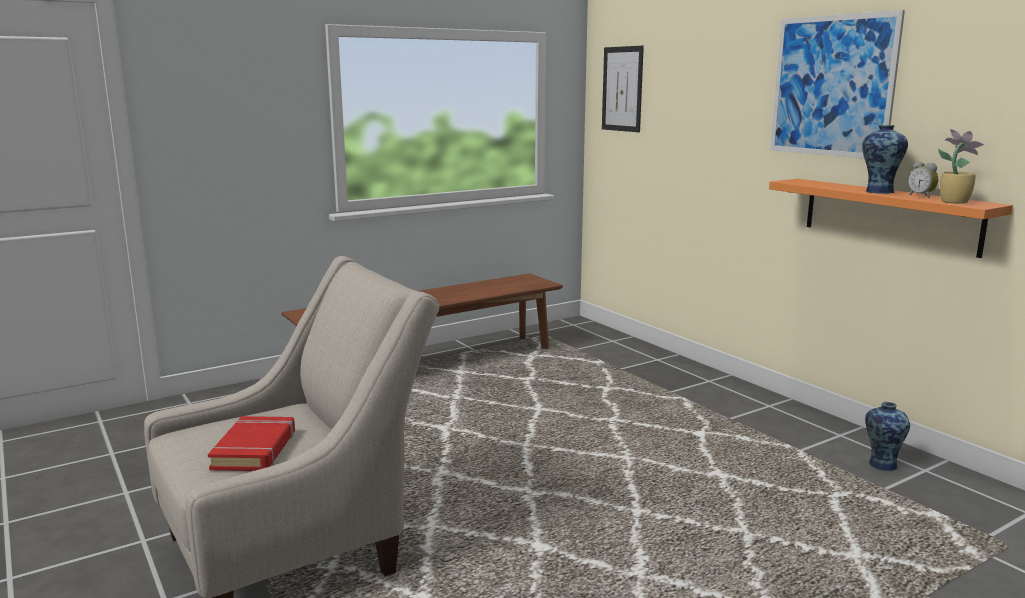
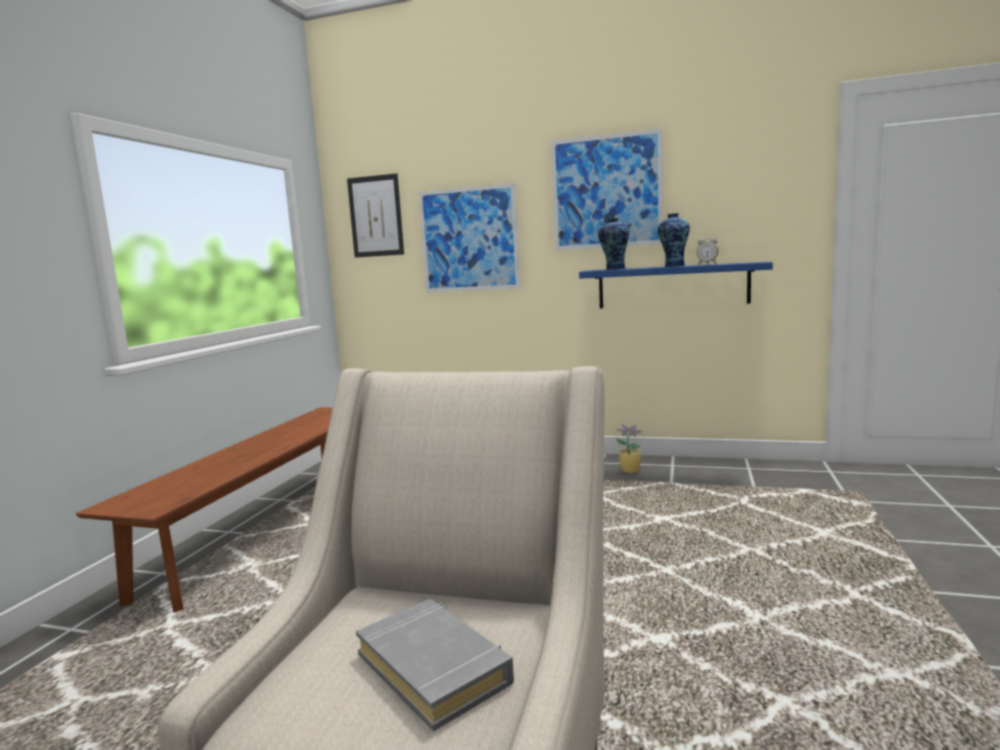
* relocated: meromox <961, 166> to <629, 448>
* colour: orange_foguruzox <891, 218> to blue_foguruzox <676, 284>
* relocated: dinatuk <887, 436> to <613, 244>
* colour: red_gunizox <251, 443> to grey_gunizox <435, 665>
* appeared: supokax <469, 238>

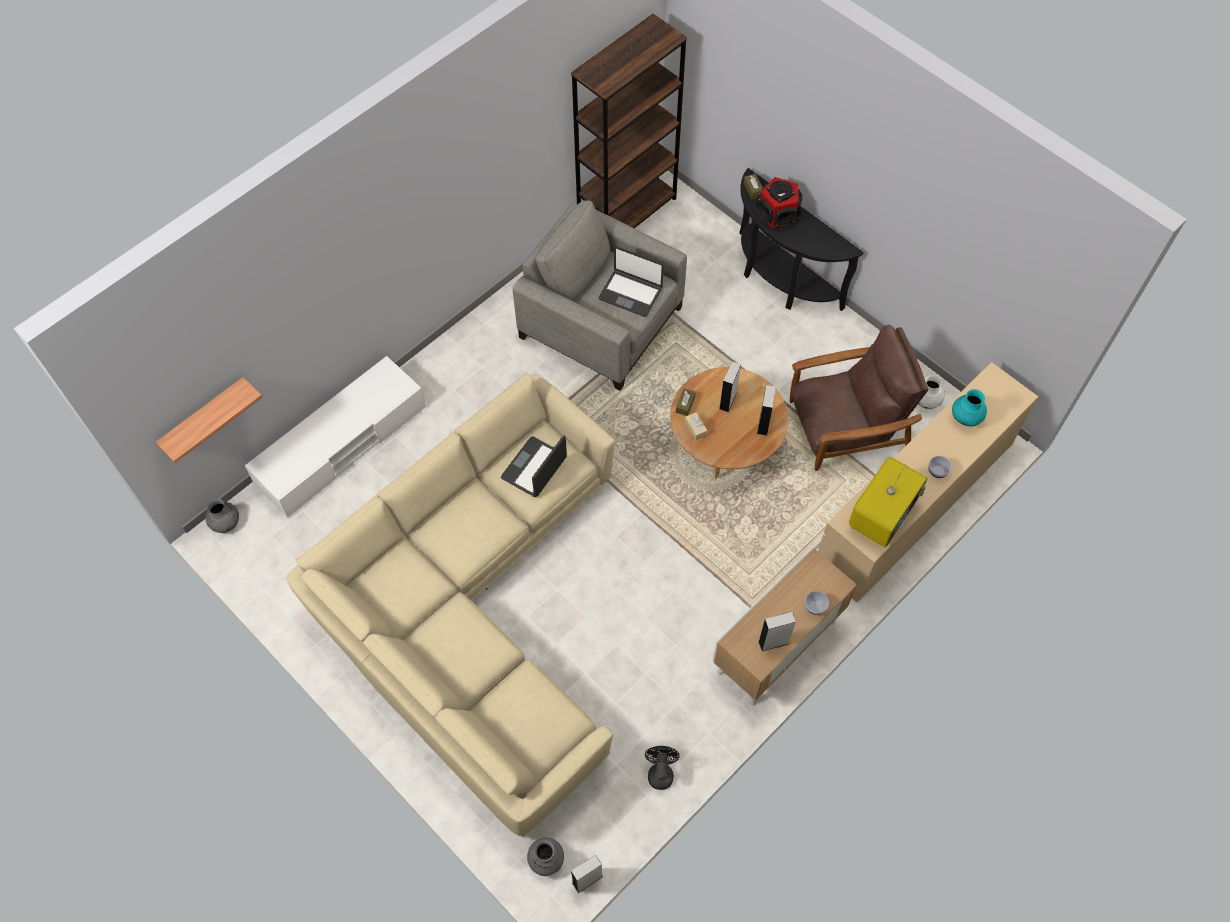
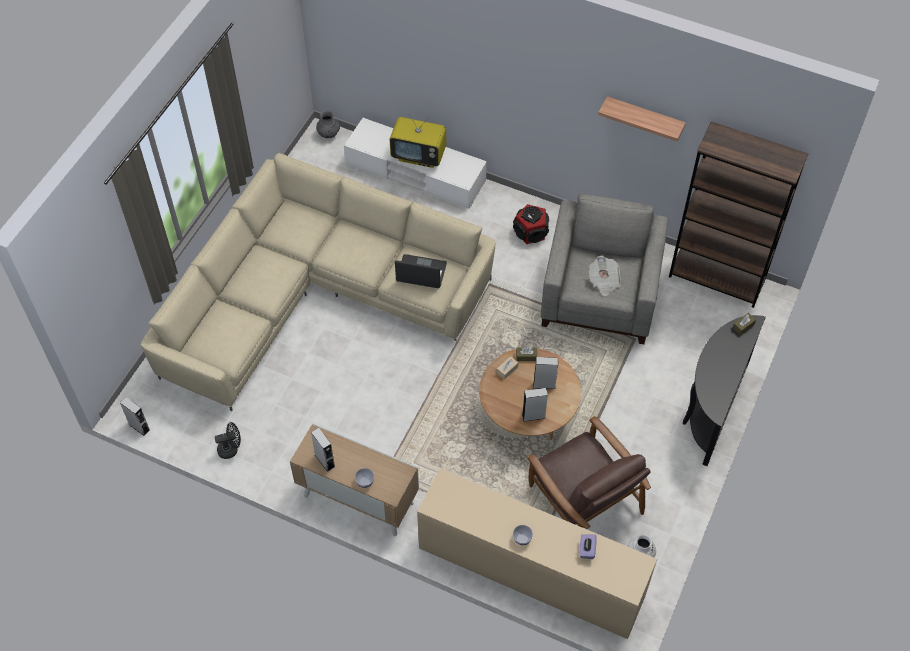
* relocated: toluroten <779, 202> to <531, 224>
* exchanged: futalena <631, 281> to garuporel <605, 276>
* relocated: foguruzox <209, 420> to <642, 118>
* exchanged: turquoise_dinatuk <969, 407> to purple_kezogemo <588, 546>
* relocated: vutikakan <888, 502> to <418, 140>
* missing: grey_dinatuk <545, 857>

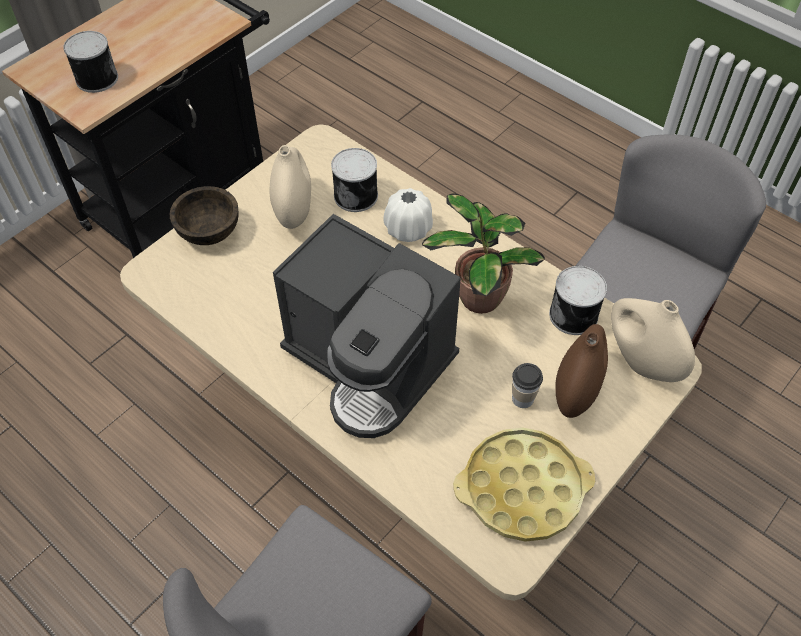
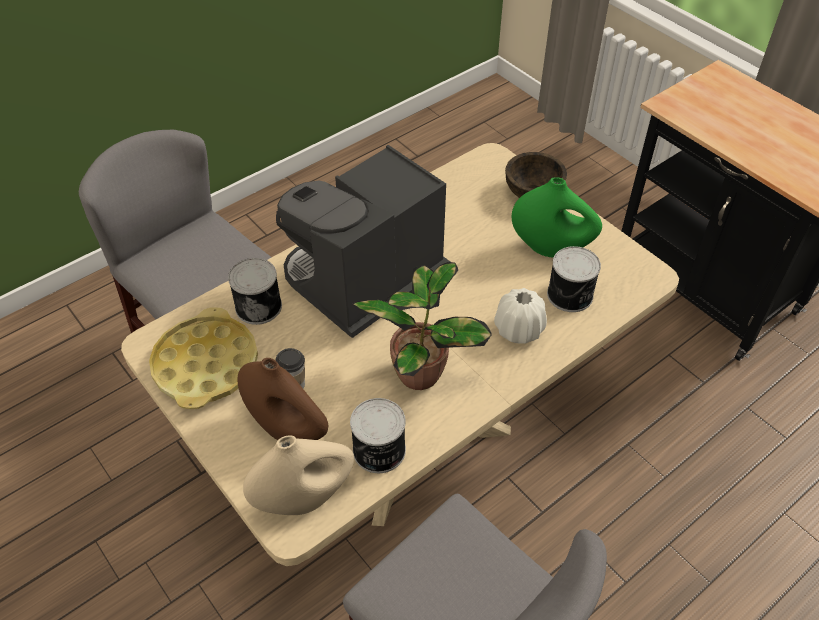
* relocated: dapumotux <90, 62> to <255, 291>
* colour: beige_dinatuk <290, 187> to green_dinatuk <557, 217>

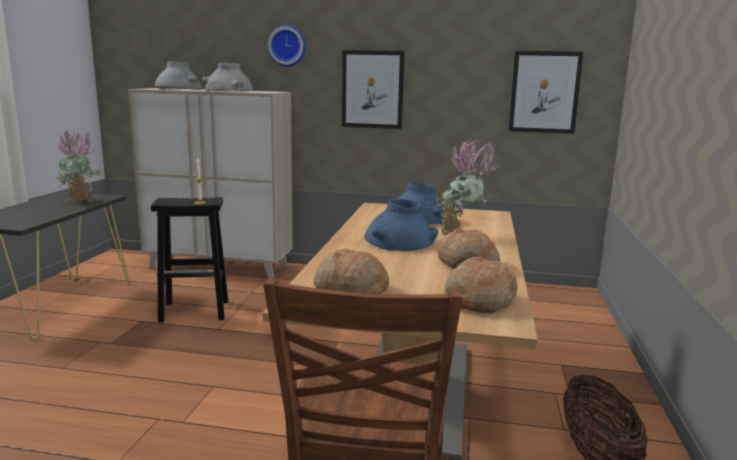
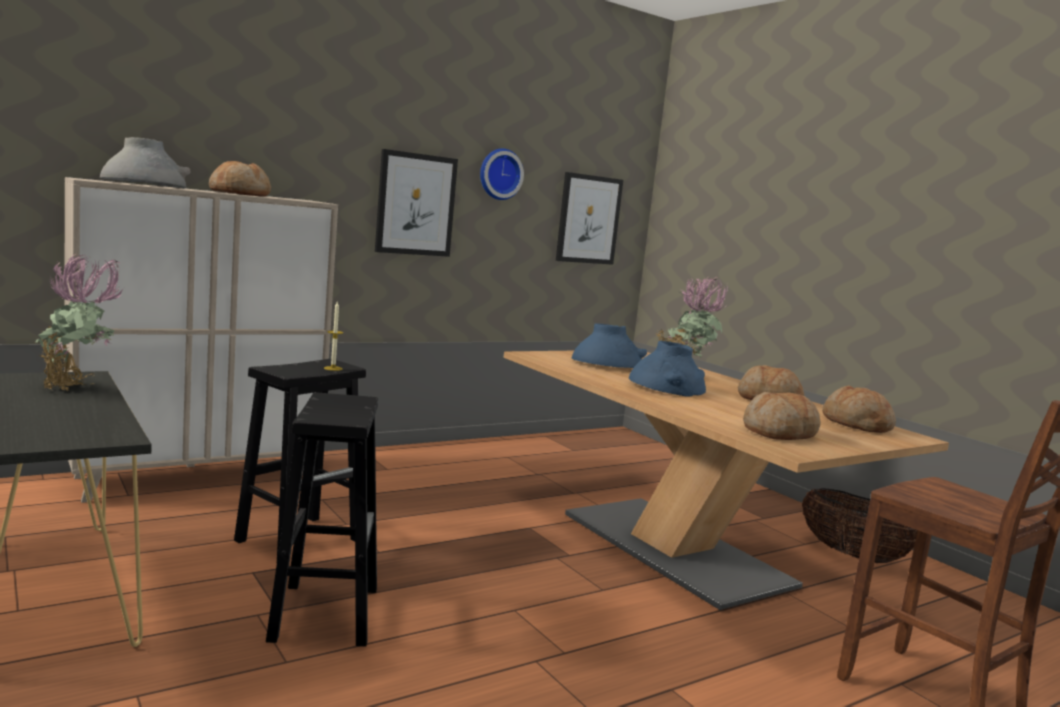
* relocated: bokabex <287, 46> to <502, 174>
* exchanged: grey_dinatuk <227, 77> to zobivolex <240, 178>
* appeared: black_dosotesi <322, 520>

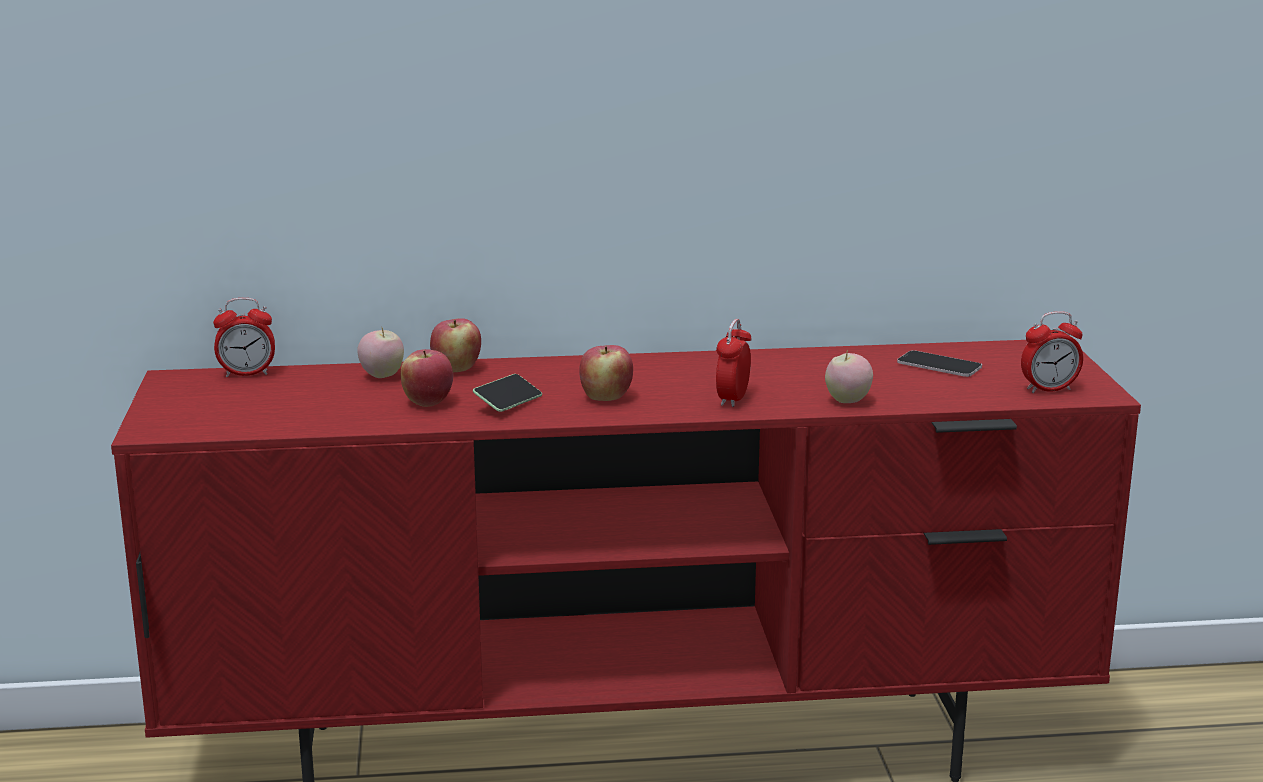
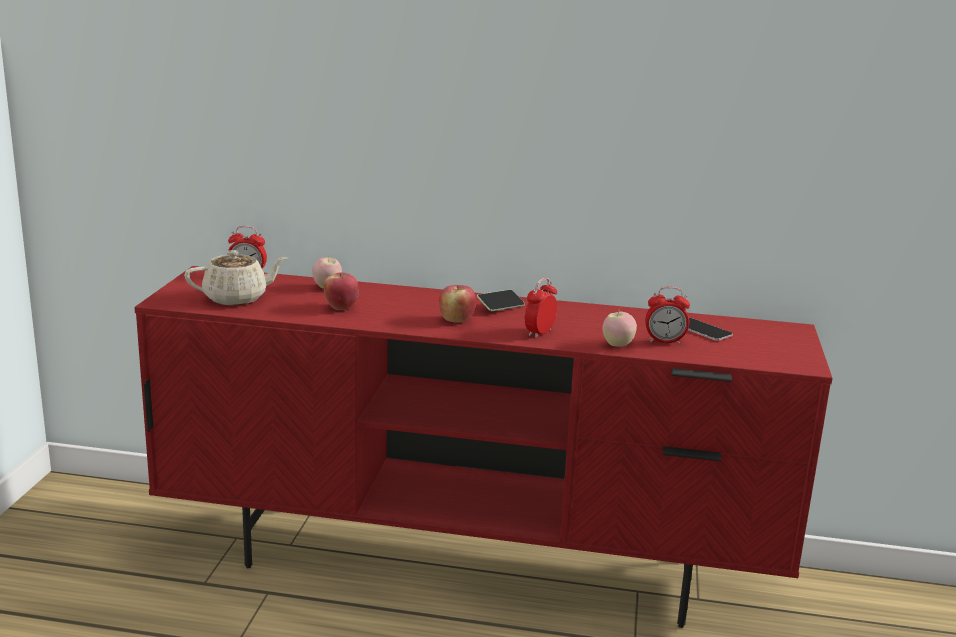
* relocated: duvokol <1052, 352> to <667, 315>
* missing: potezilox <455, 345>
* relocated: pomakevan <507, 393> to <501, 300>
* appeared: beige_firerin <236, 277>

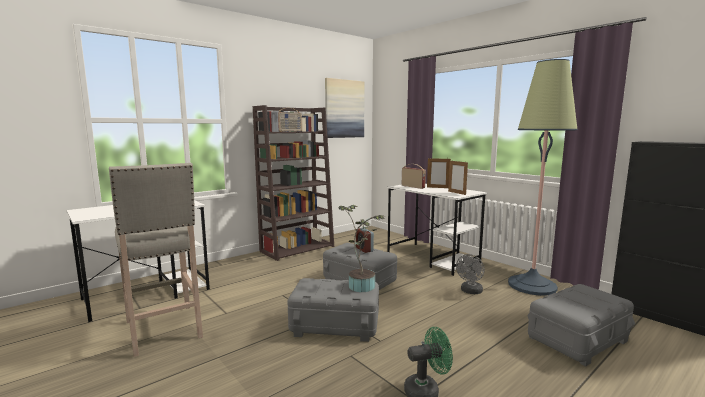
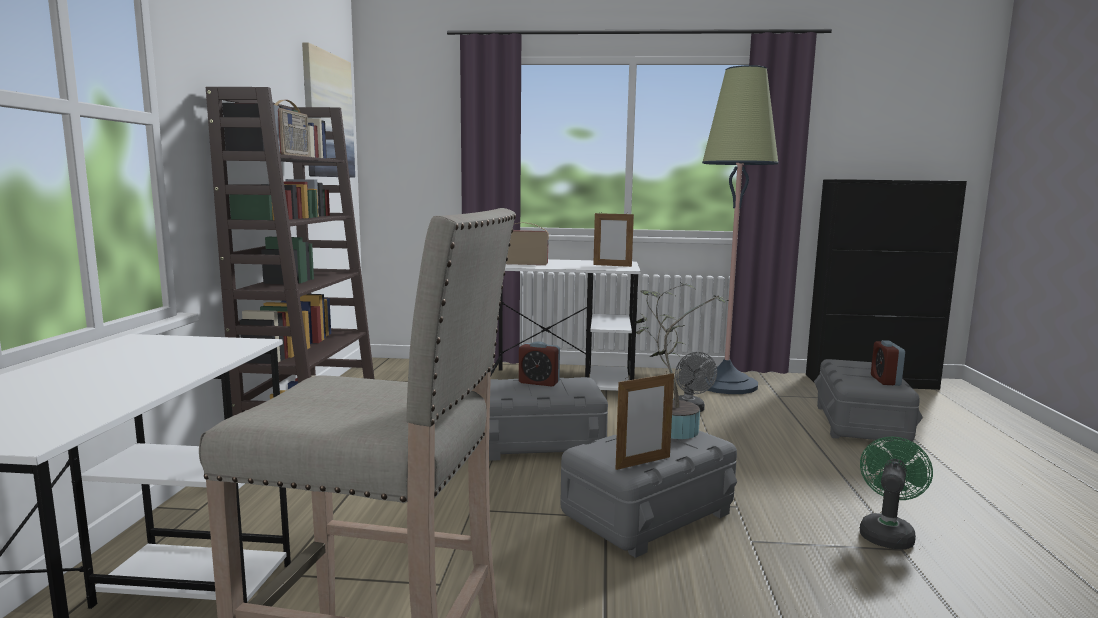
* relocated: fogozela <439, 172> to <644, 420>
* appeared: duvokol <888, 363>

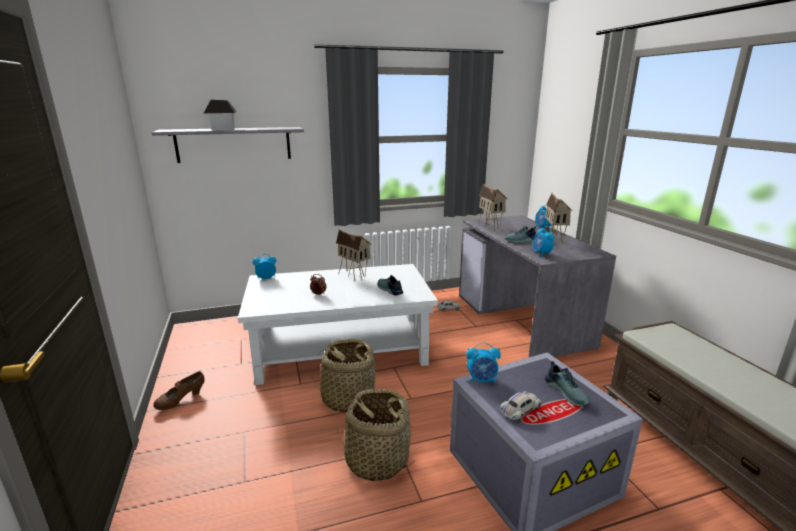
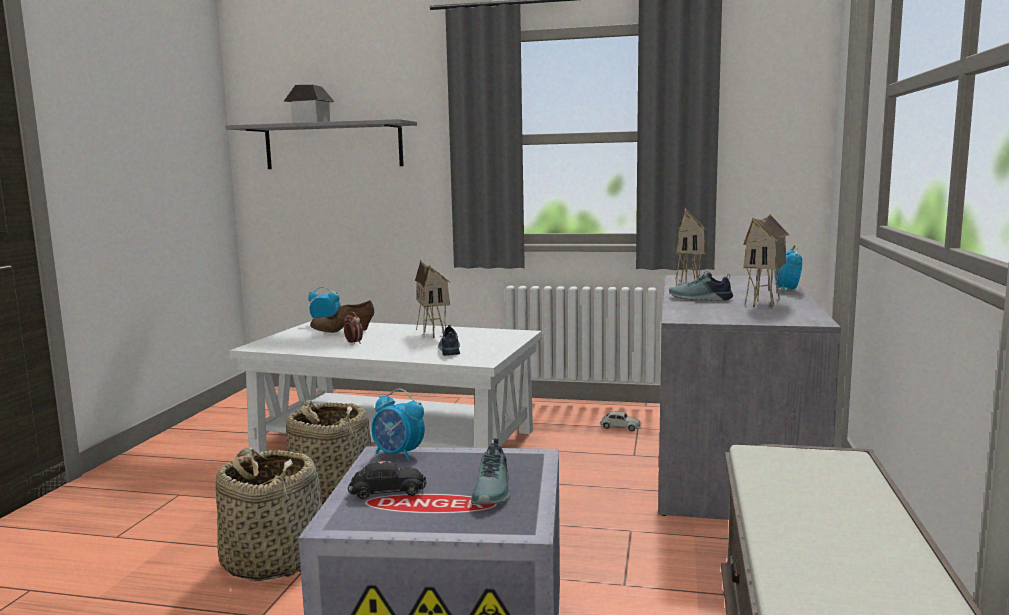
* missing: duvokol <544, 241>
* relocated: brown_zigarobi <179, 390> to <342, 317>
* colour: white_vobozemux <521, 406> to black_vobozemux <387, 480>

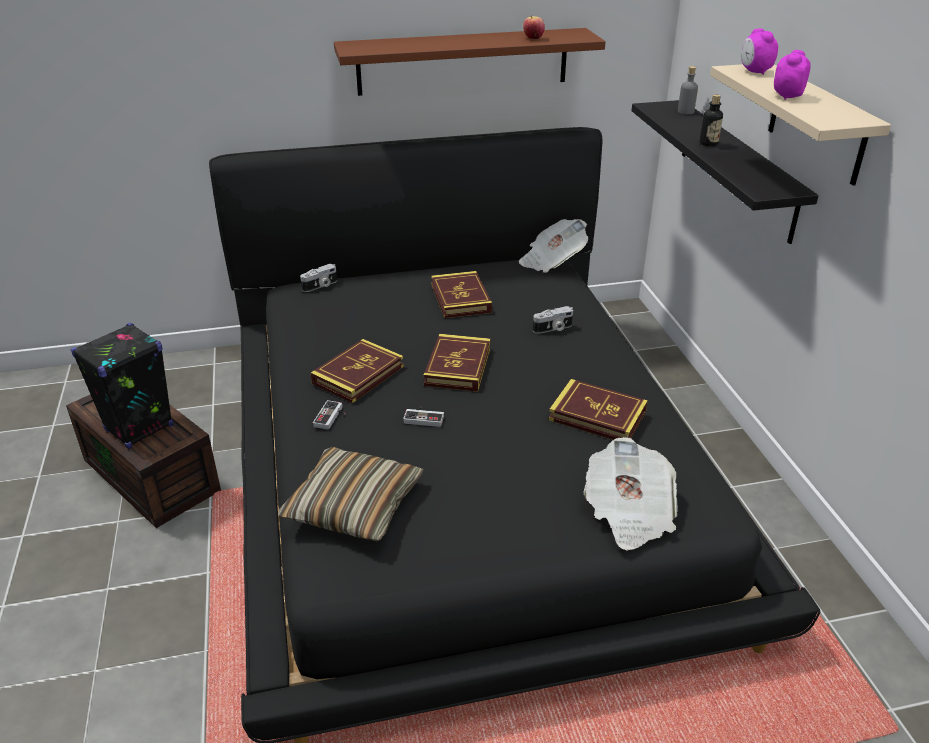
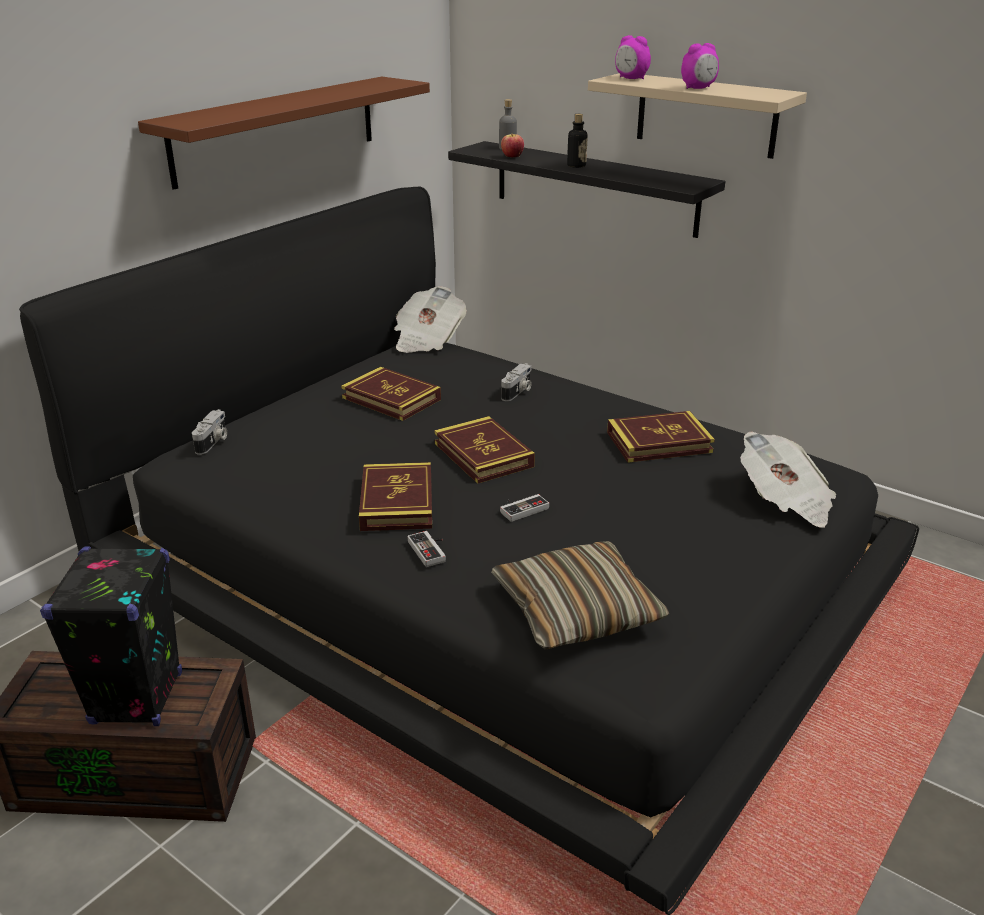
* relocated: potezilox <534, 27> to <512, 145>
* spun: duvokol <792, 75> = <700, 66> 105 degrees counterclockwise

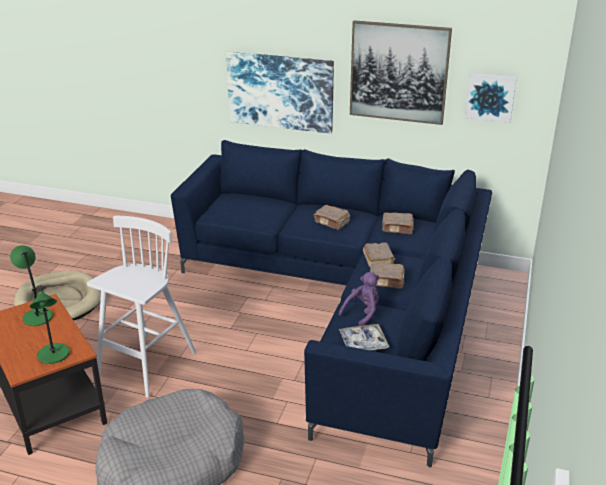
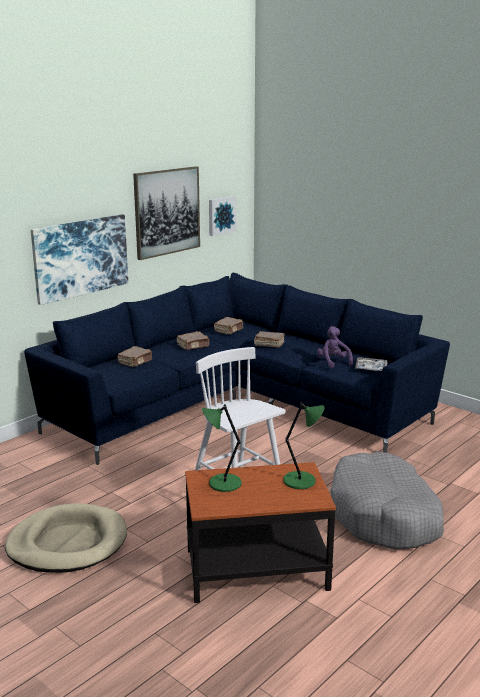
* relocated: brown_gunizox <387, 276> to <134, 356>

